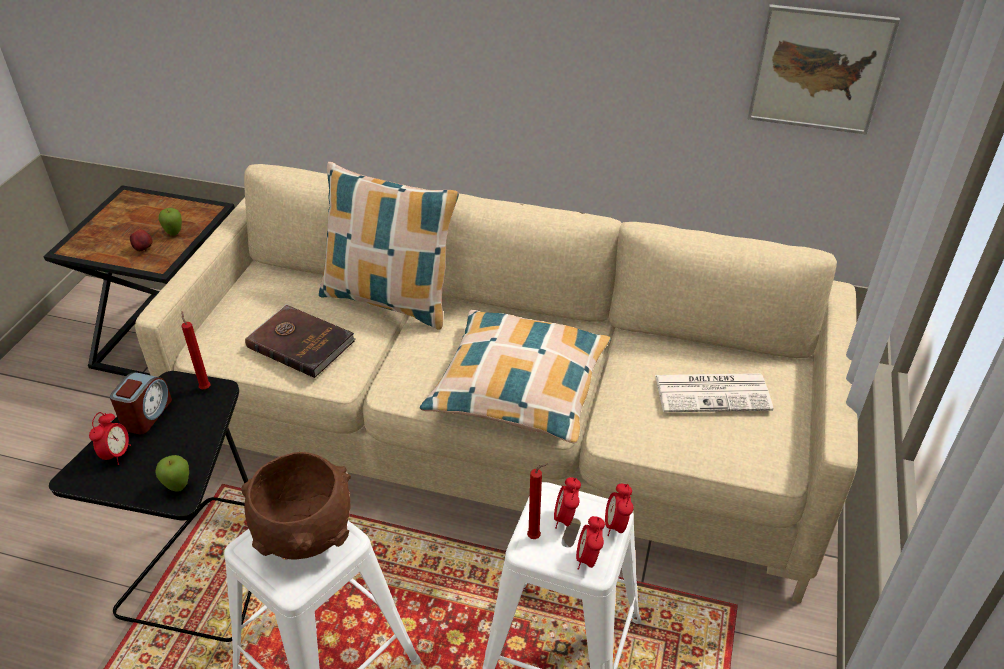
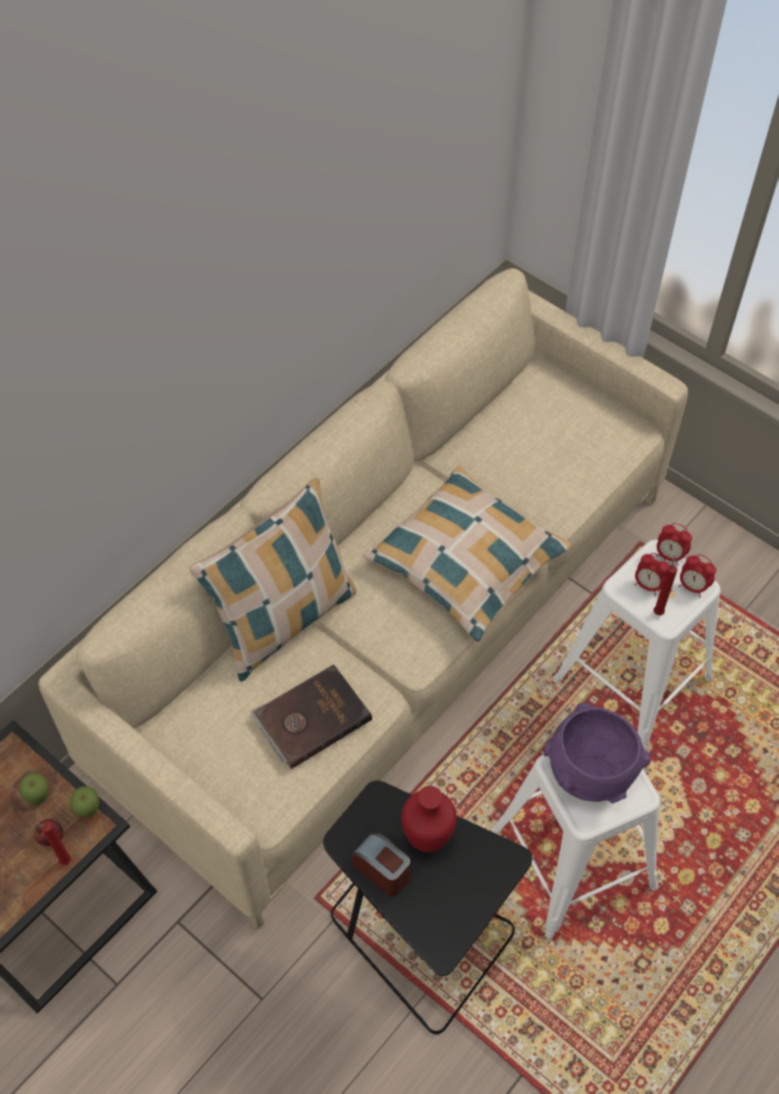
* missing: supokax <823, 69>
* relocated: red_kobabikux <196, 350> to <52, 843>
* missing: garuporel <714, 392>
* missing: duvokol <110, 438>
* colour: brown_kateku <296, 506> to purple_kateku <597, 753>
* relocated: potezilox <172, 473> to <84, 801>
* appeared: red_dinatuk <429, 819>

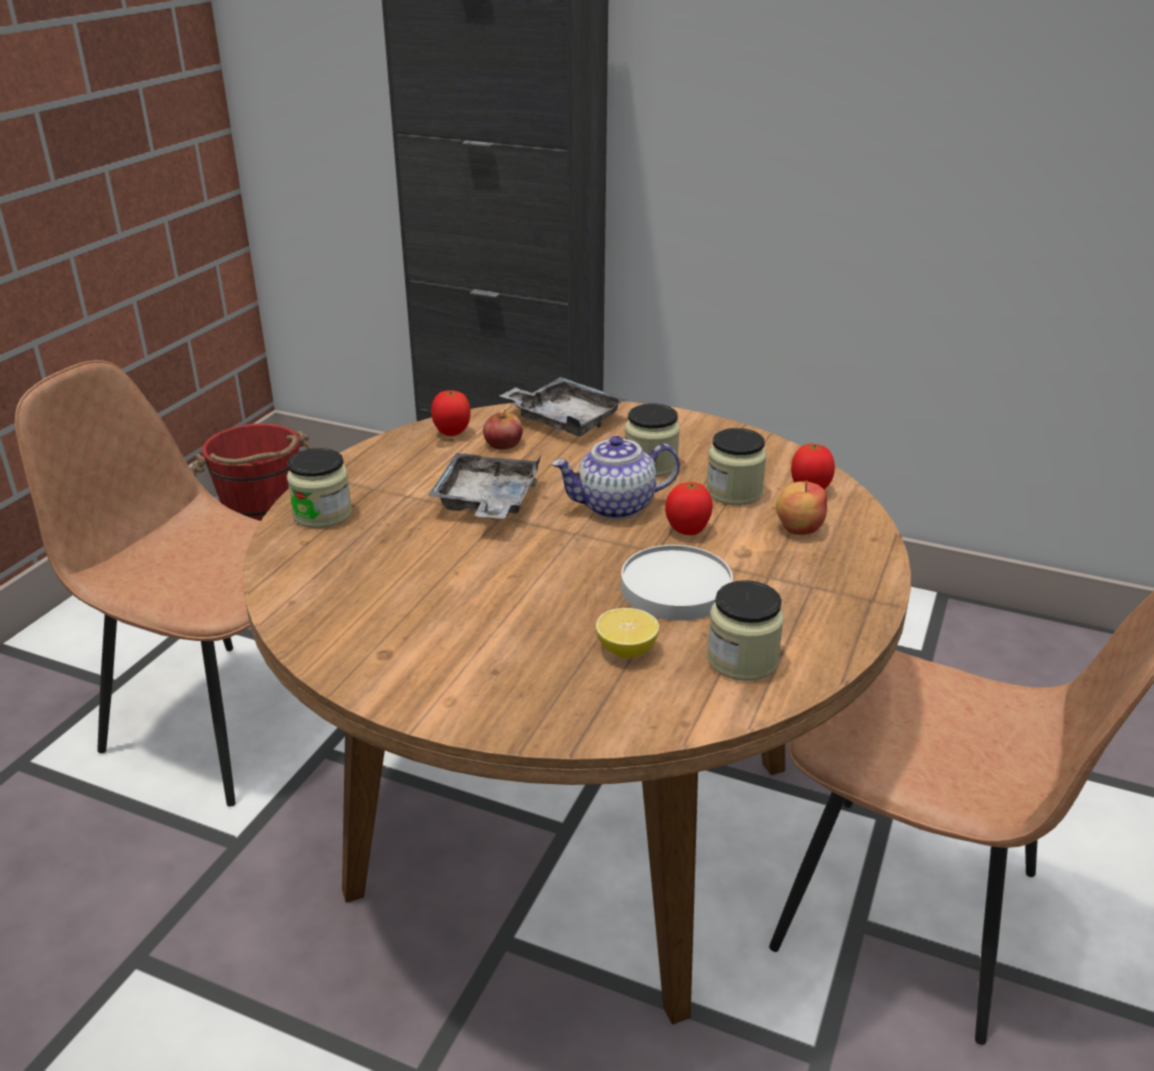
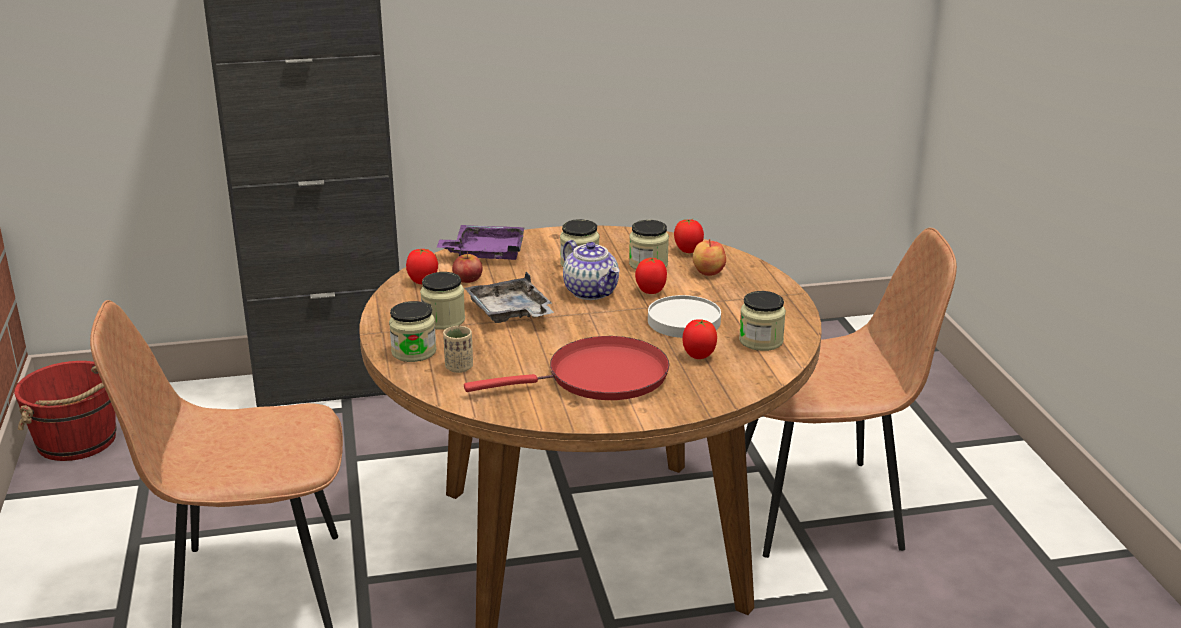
* colour: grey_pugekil <563, 406> to purple_pugekil <481, 242>
* spun: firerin <616, 477> = <591, 270> 75 degrees counterclockwise
* exchanged: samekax <627, 633> to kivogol <699, 339>
* appeared: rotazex <442, 301>
* appeared: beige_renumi <458, 349>
* appeared: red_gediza <566, 368>

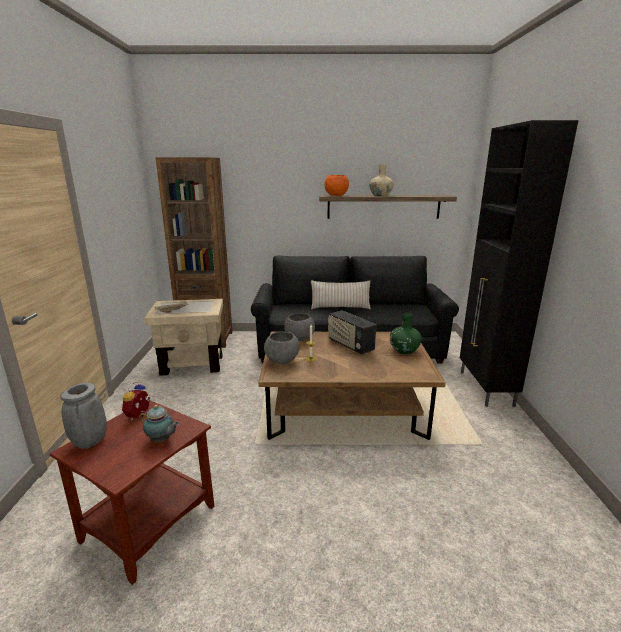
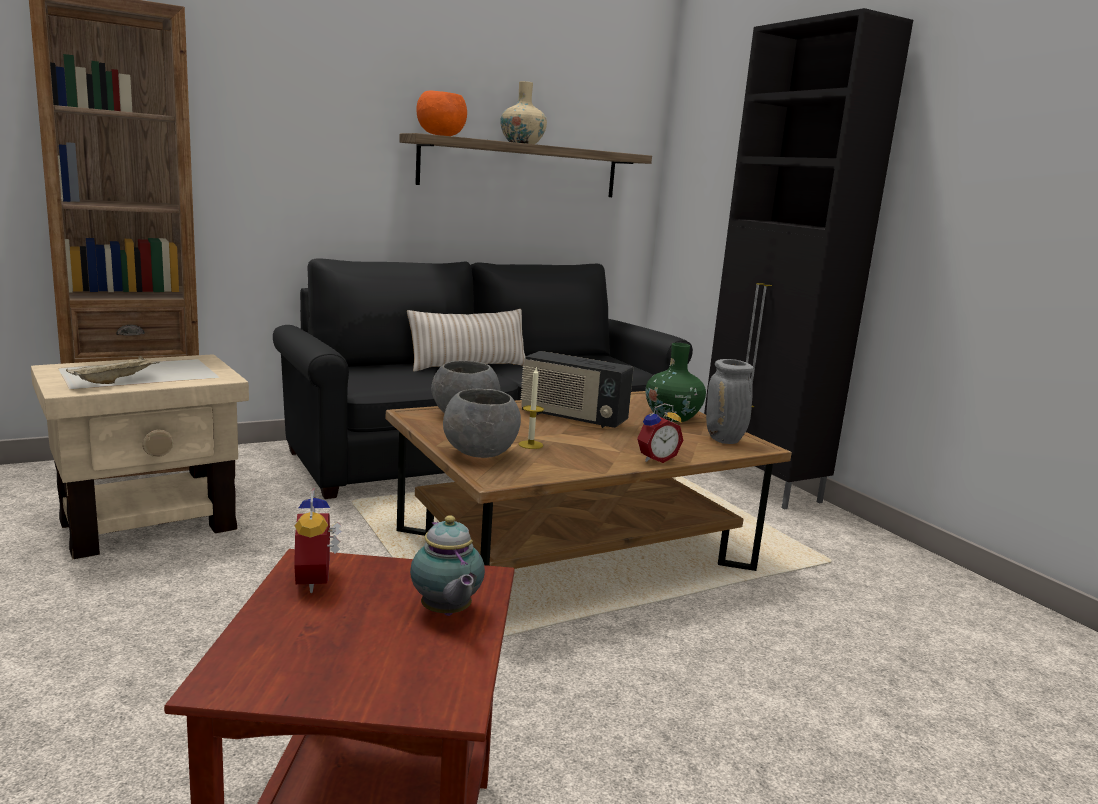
* relocated: grey_dinatuk <83, 416> to <730, 401>
* spun: firerin <159, 424> = <447, 565> 75 degrees clockwise
* appeared: duvokol <660, 433>

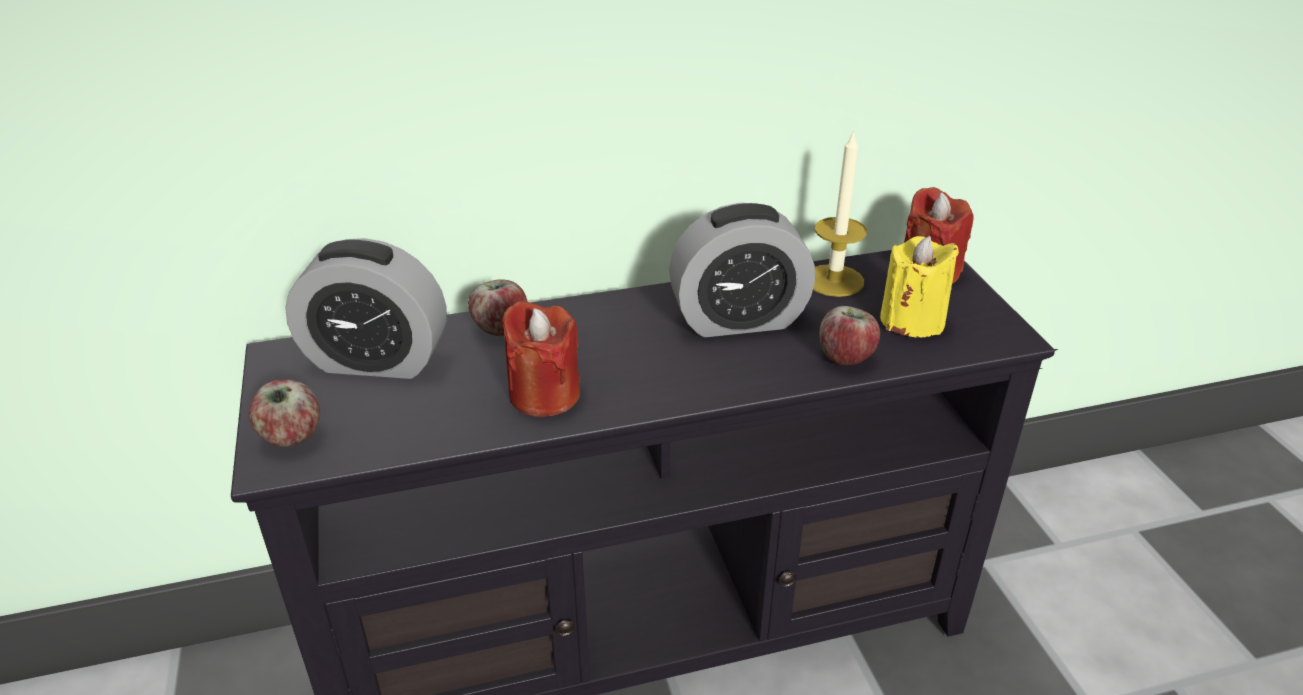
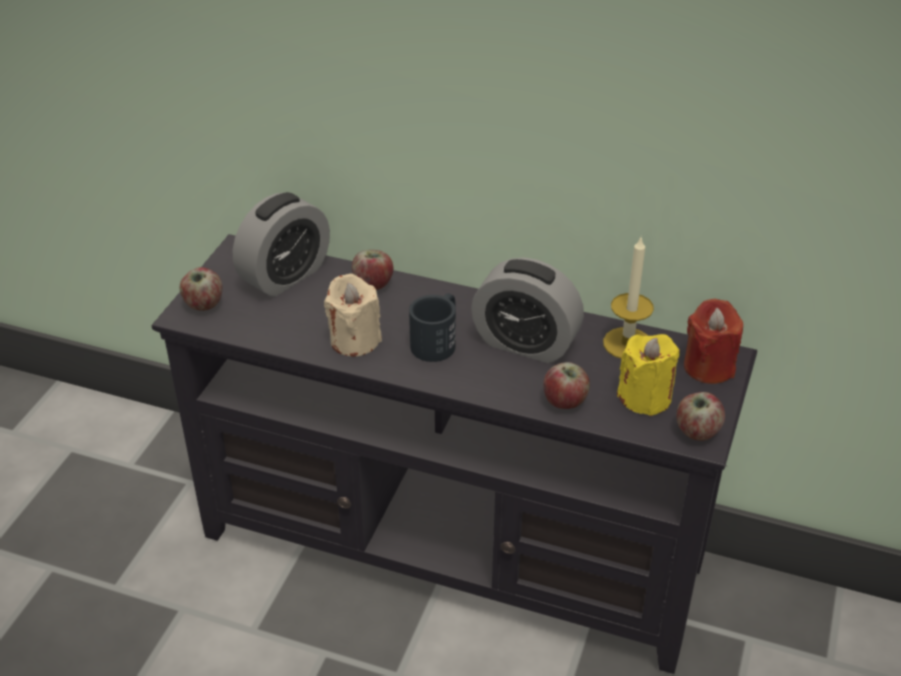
* spun: duvokol <366, 308> = <281, 244> 90 degrees counterclockwise
* colour: red_kobabikux <540, 359> to beige_kobabikux <353, 315>
* appeared: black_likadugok <432, 327>
* appeared: potezilox <700, 416>

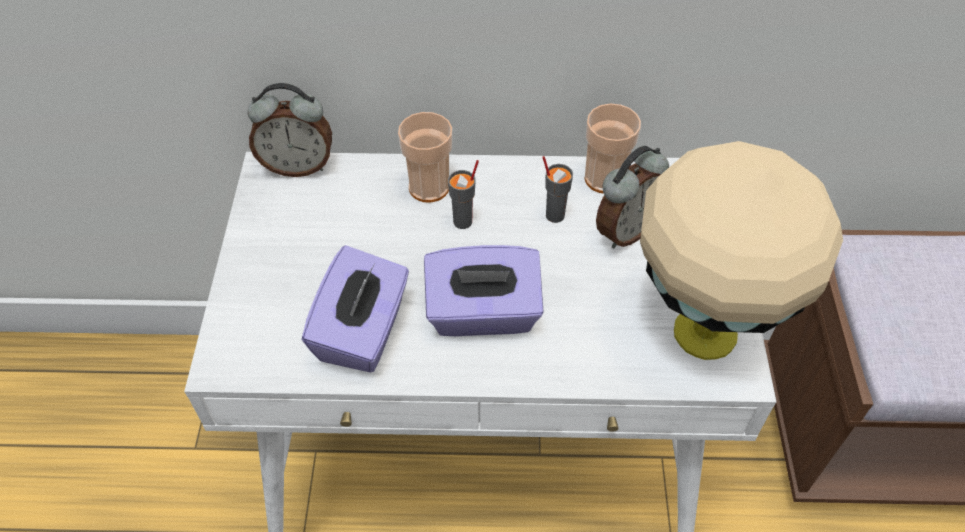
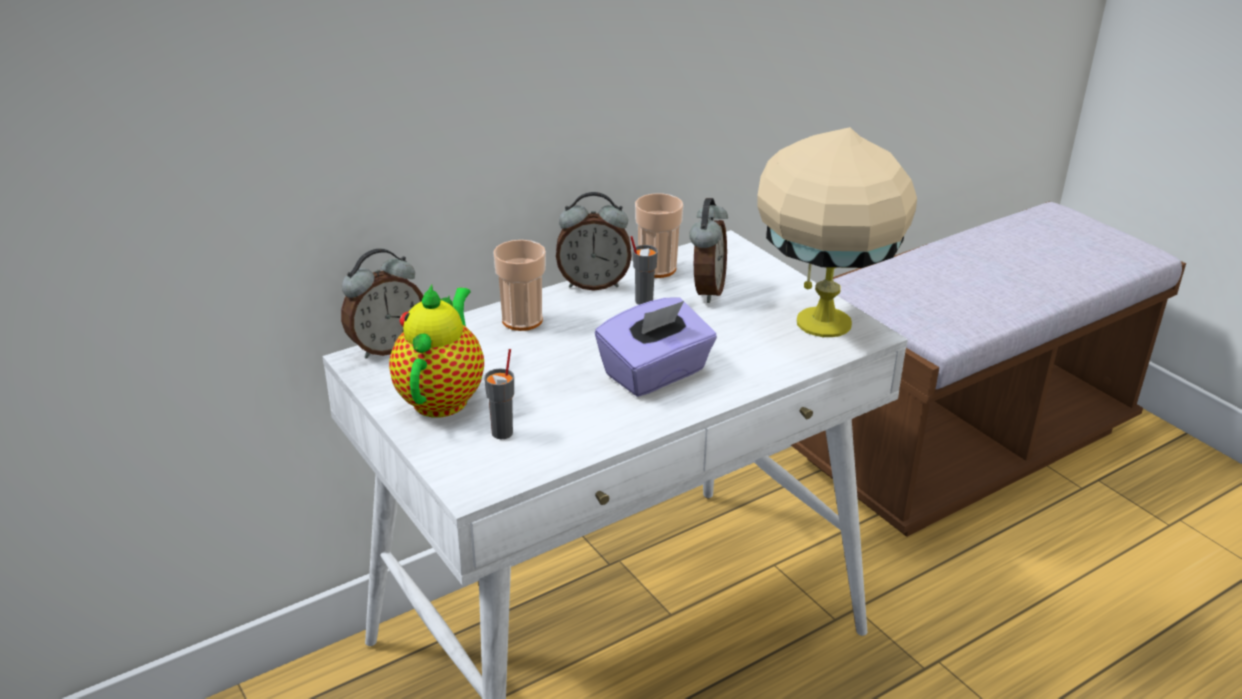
* relocated: grey_renumi <463, 194> to <499, 394>
* missing: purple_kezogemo <355, 308>
* appeared: duvokol <594, 241>
* appeared: firerin <436, 350>

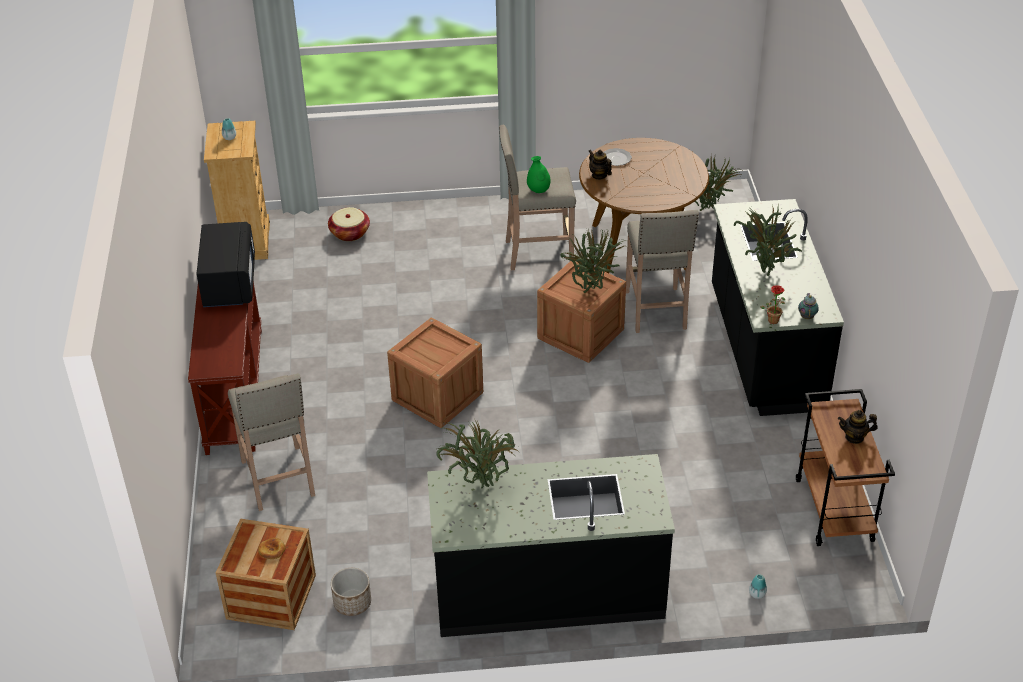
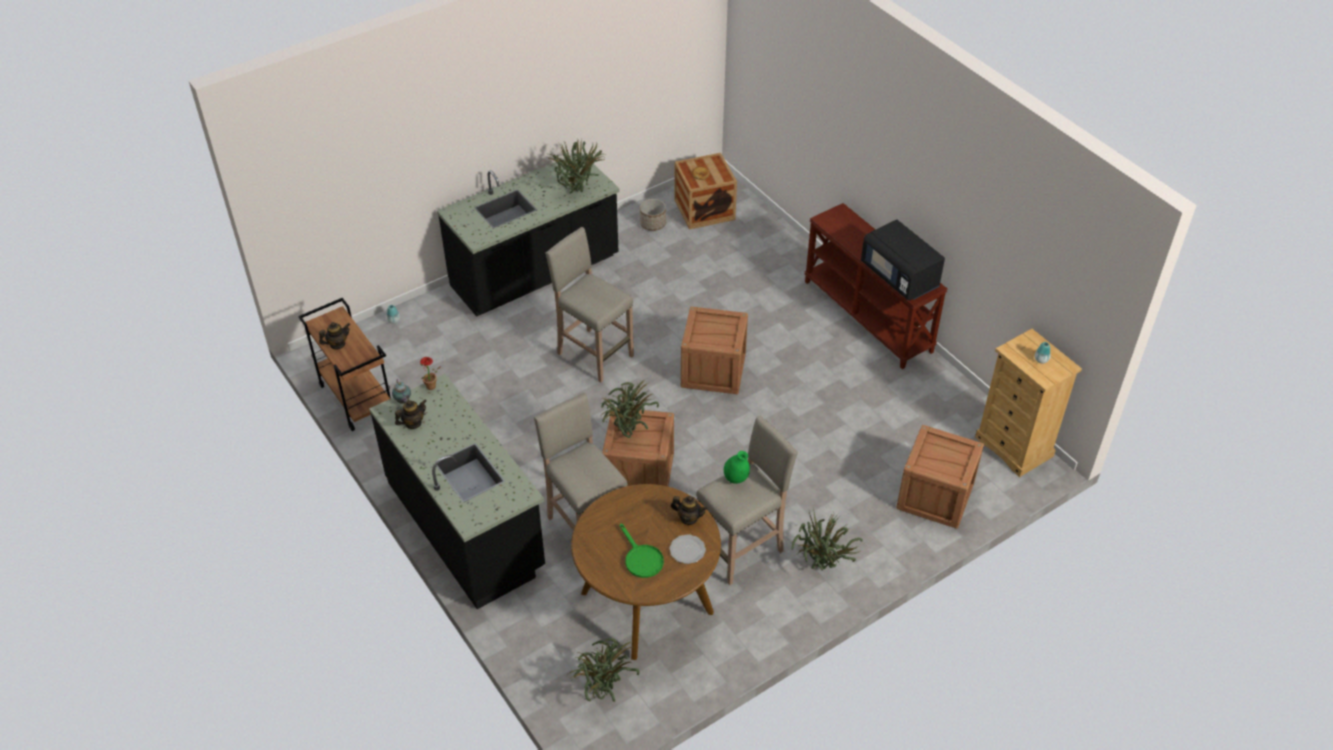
* relocated: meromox <768, 240> to <827, 538>
* exchanged: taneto <349, 224> to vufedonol <940, 477>
* relocated: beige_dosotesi <271, 442> to <589, 305>
* appeared: firerin <410, 414>
* appeared: green_gediza <642, 550>

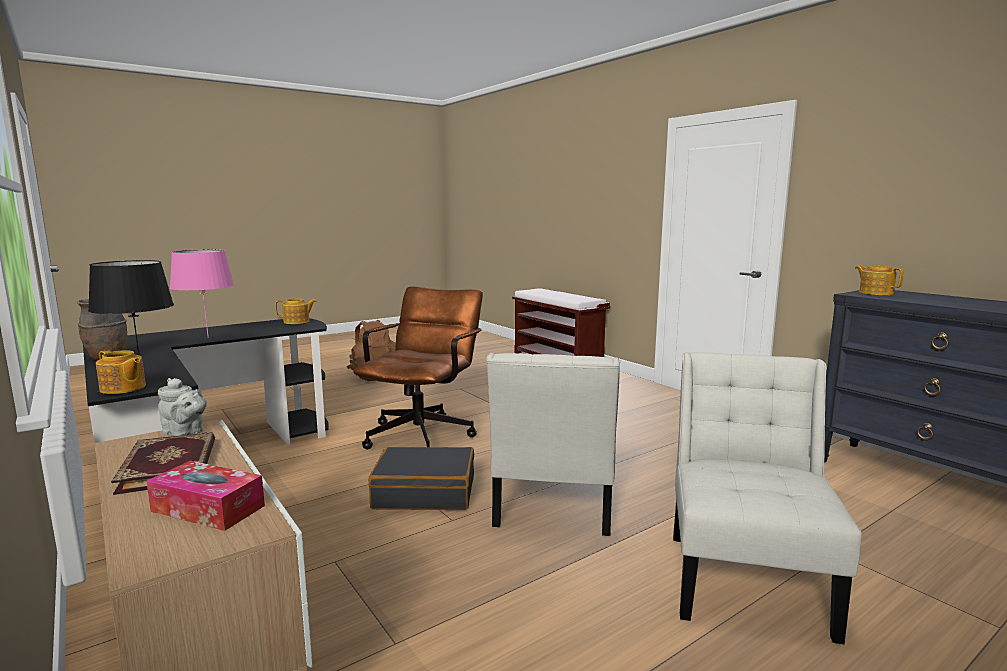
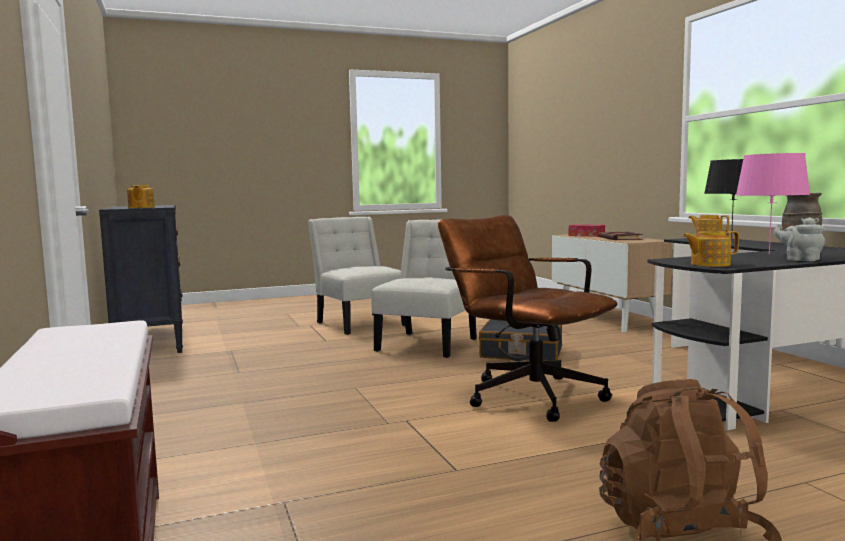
* spun: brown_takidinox <418, 368> = <528, 318> 105 degrees clockwise
* spun: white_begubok <767, 498> = <356, 276> 120 degrees clockwise
* relocated: grey_firerin <182, 407> to <799, 239>

